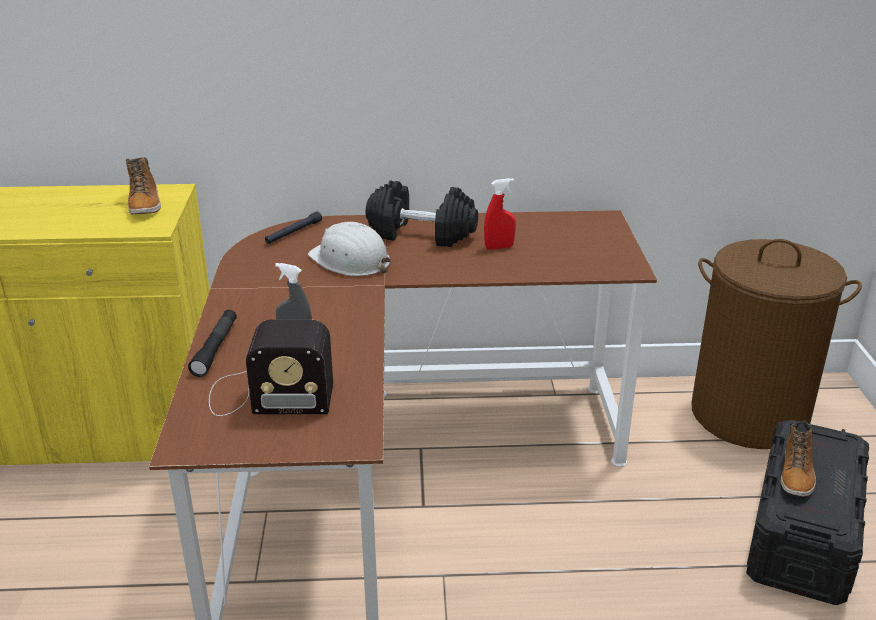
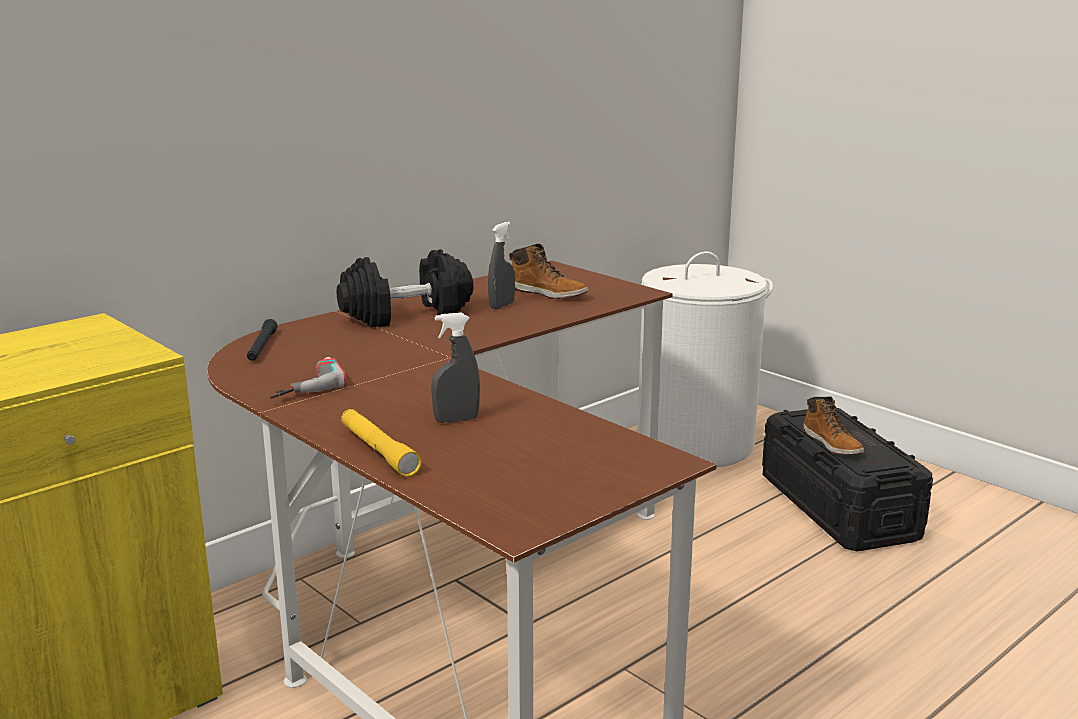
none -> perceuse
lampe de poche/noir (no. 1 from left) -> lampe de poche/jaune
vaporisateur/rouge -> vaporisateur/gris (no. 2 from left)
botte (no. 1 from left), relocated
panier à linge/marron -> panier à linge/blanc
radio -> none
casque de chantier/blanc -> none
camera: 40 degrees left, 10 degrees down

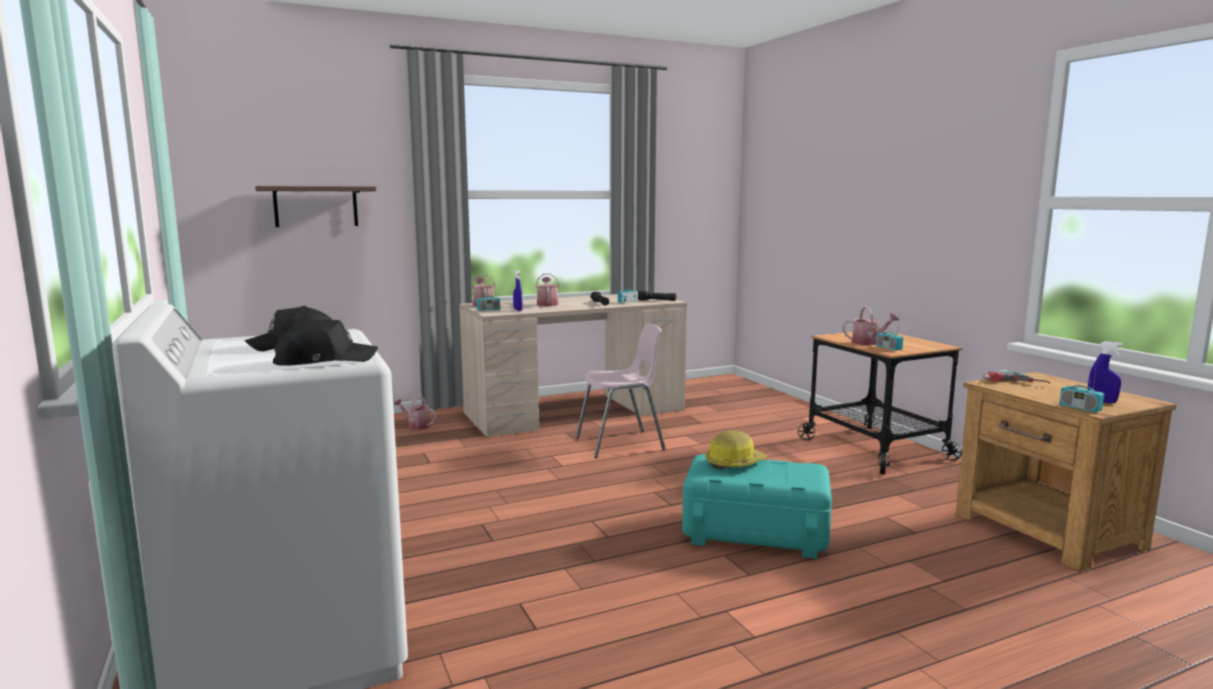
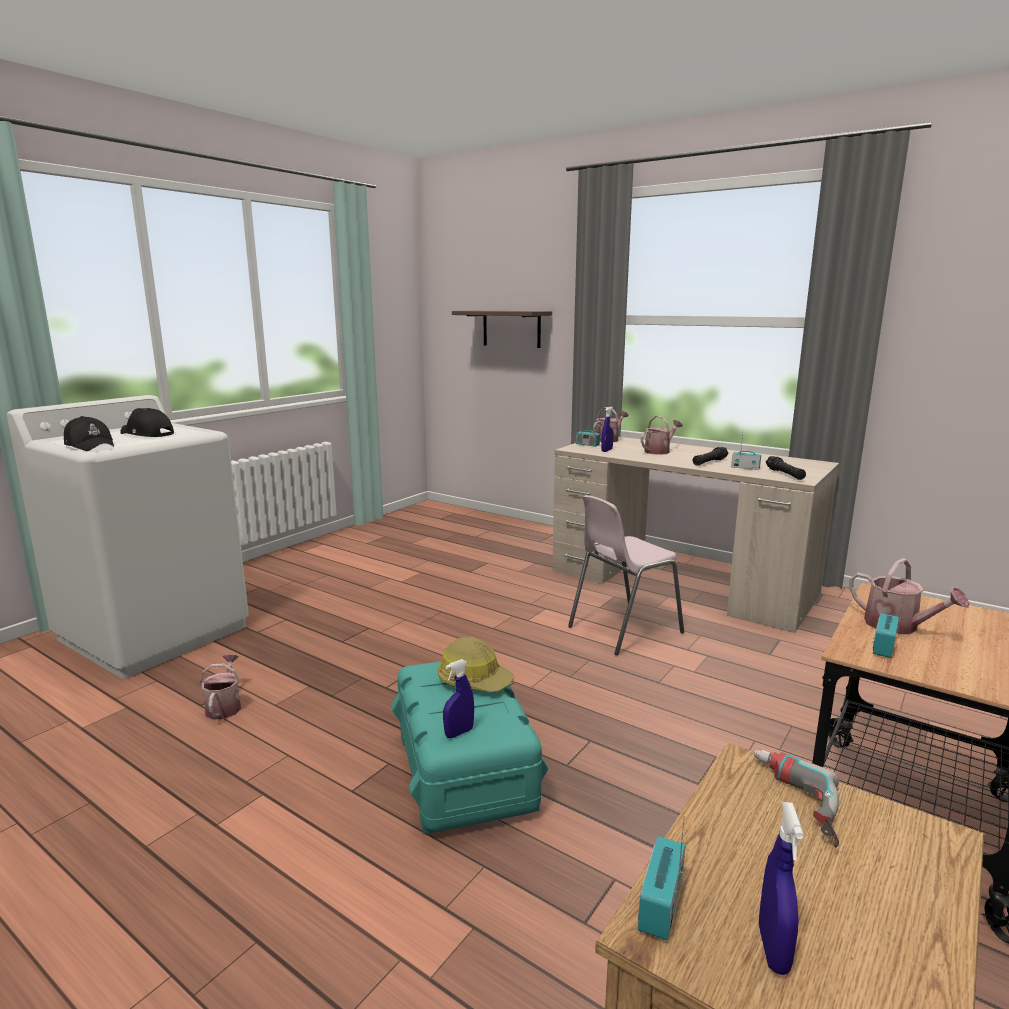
arrosoir (no. 1 from left), relocated
none -> vaporisateur/bleu (no. 1 from left)
chaise/rose, 105 degrees clockwise
camera: 60 degrees right, 5 degrees up

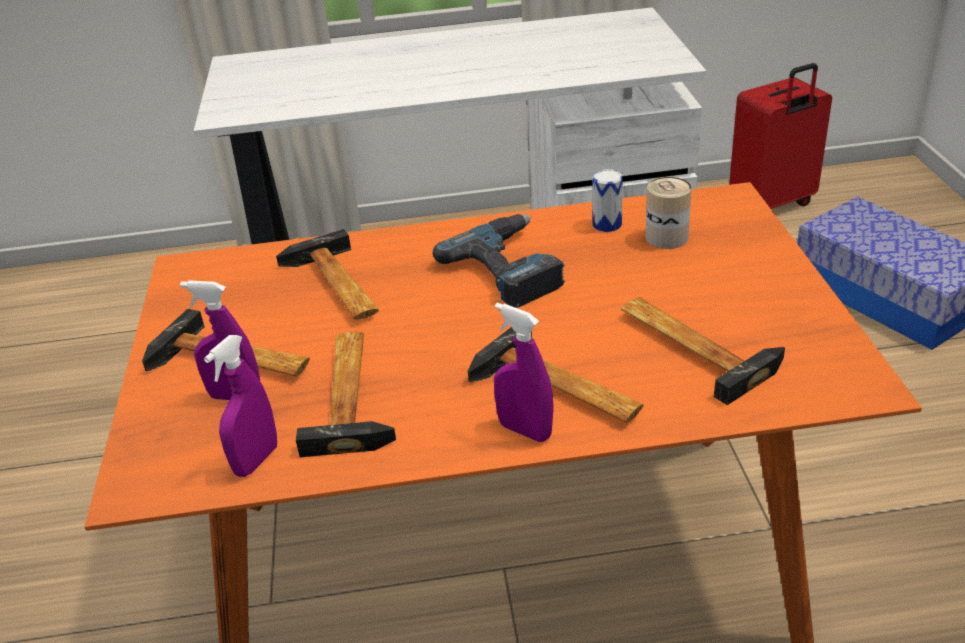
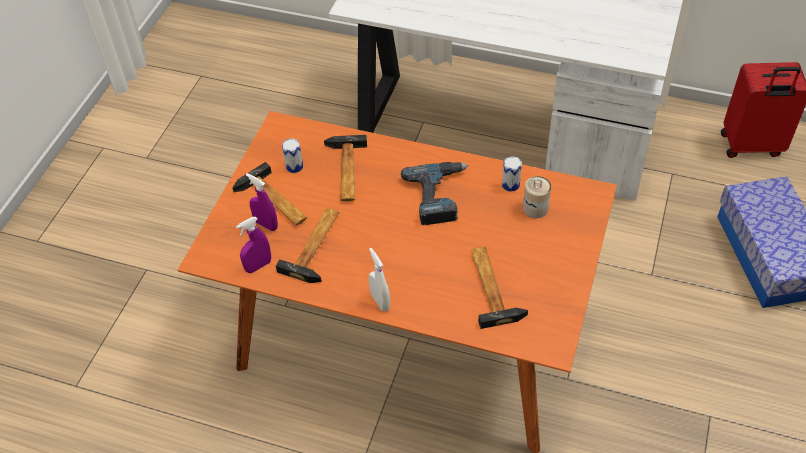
none -> boîte métallique (no. 1 from left)
vaporisateur/violet (no. 3 from left) -> vaporisateur/blanc
marteau (no. 4 from left) -> none
camera: 25 degrees right, 15 degrees up

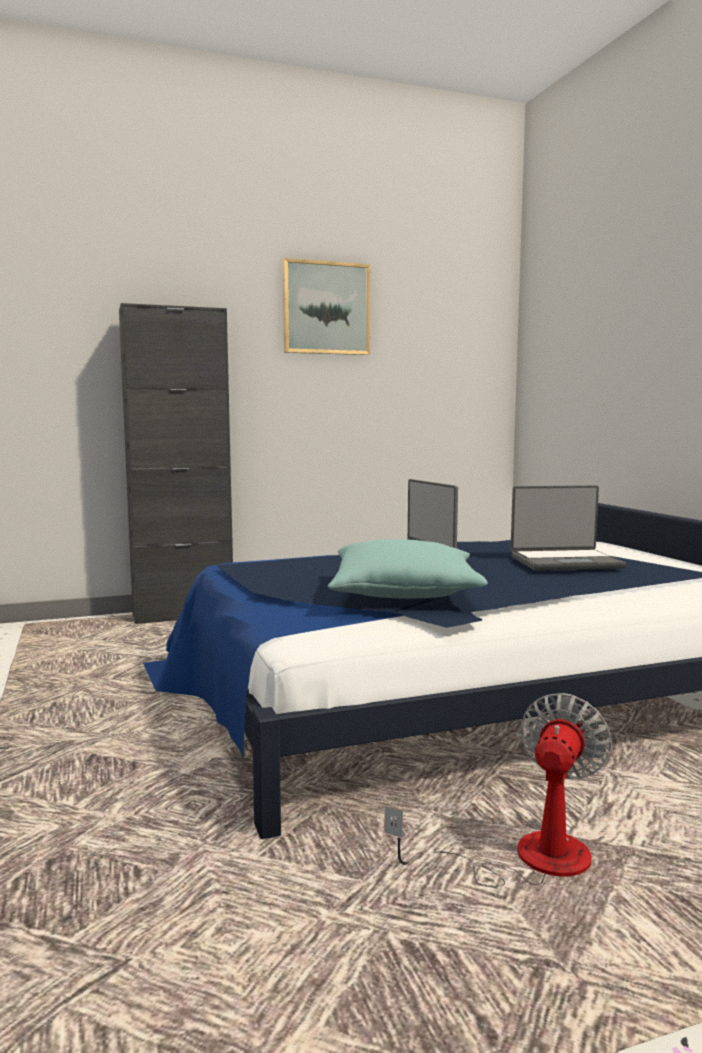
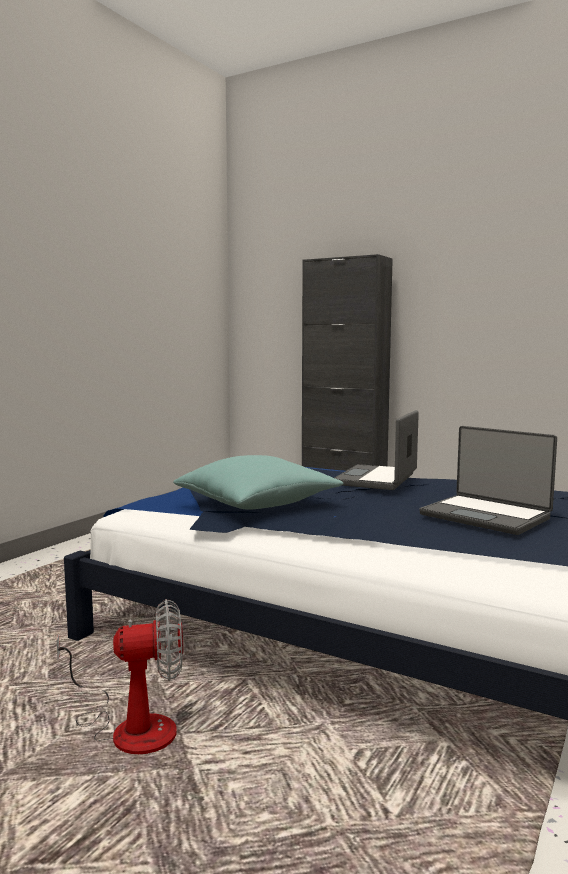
tableau -> none
camera: 50 degrees right, 0 degrees up

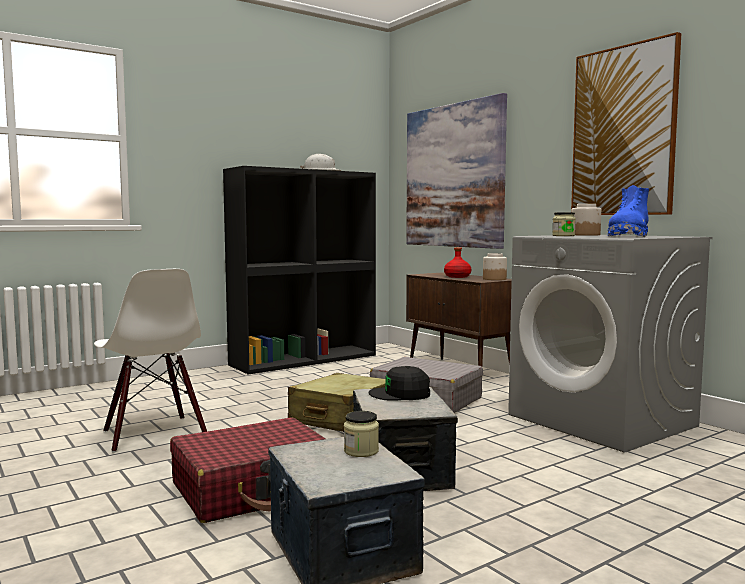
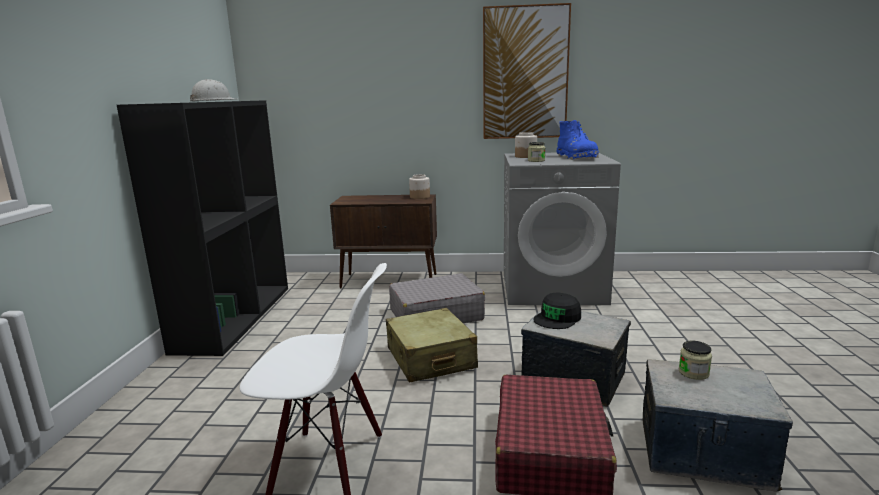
tableau (no. 1 from left) -> none
bouteille/rouge -> none
camera: 50 degrees left, 10 degrees up

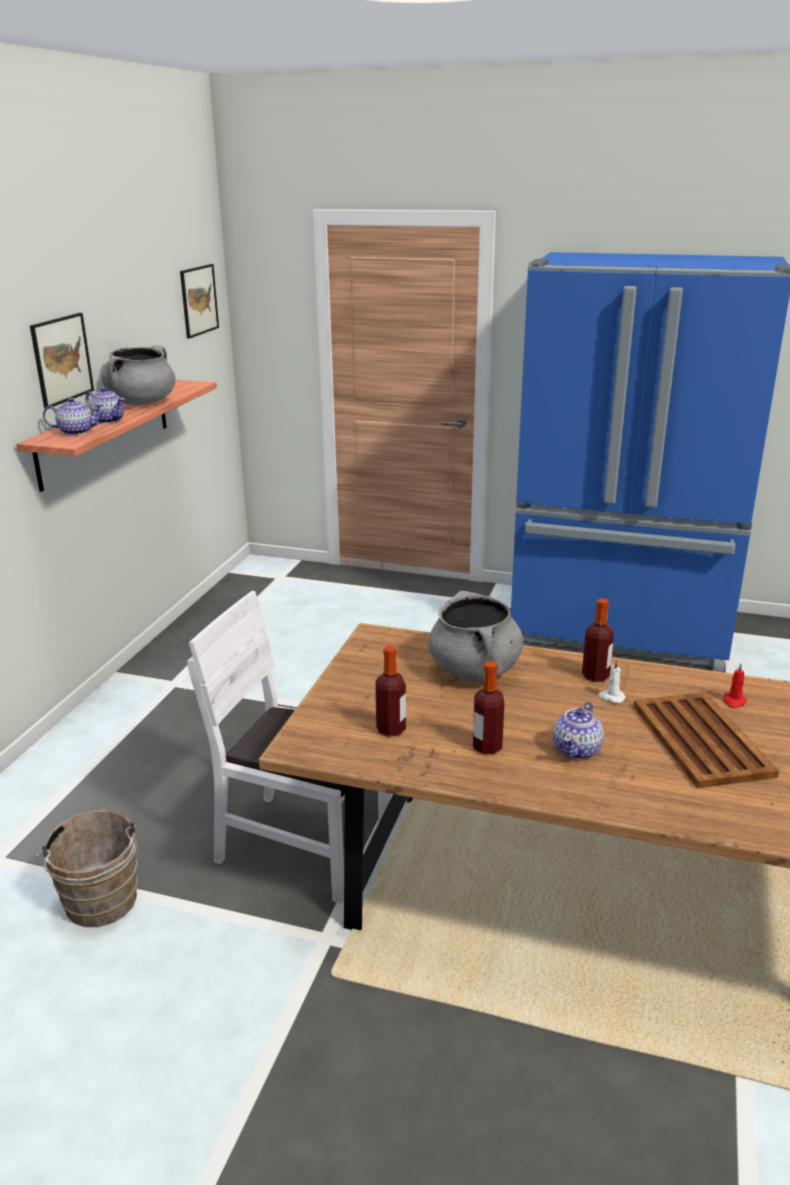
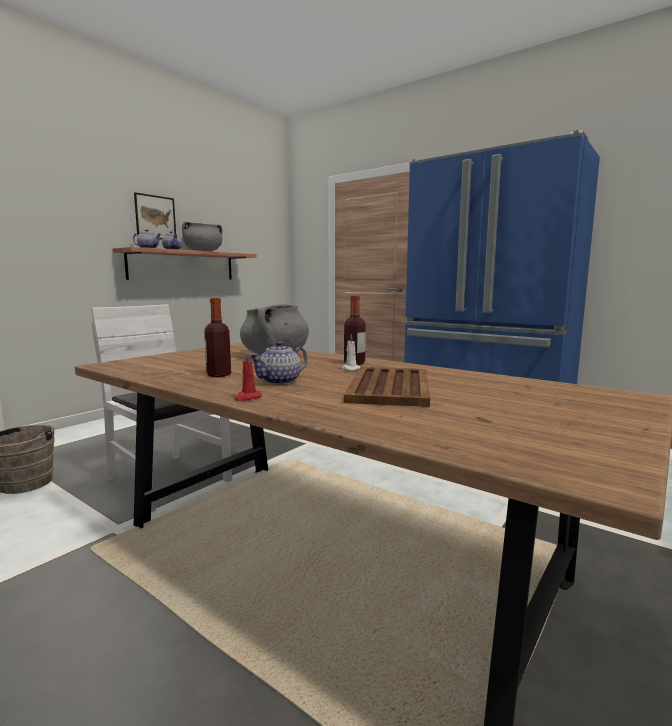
bougie/rouge, relocated
tableau (no. 2 from left) -> none
bouteille (no. 1 from left) -> none
camera: 20 degrees right, 15 degrees down

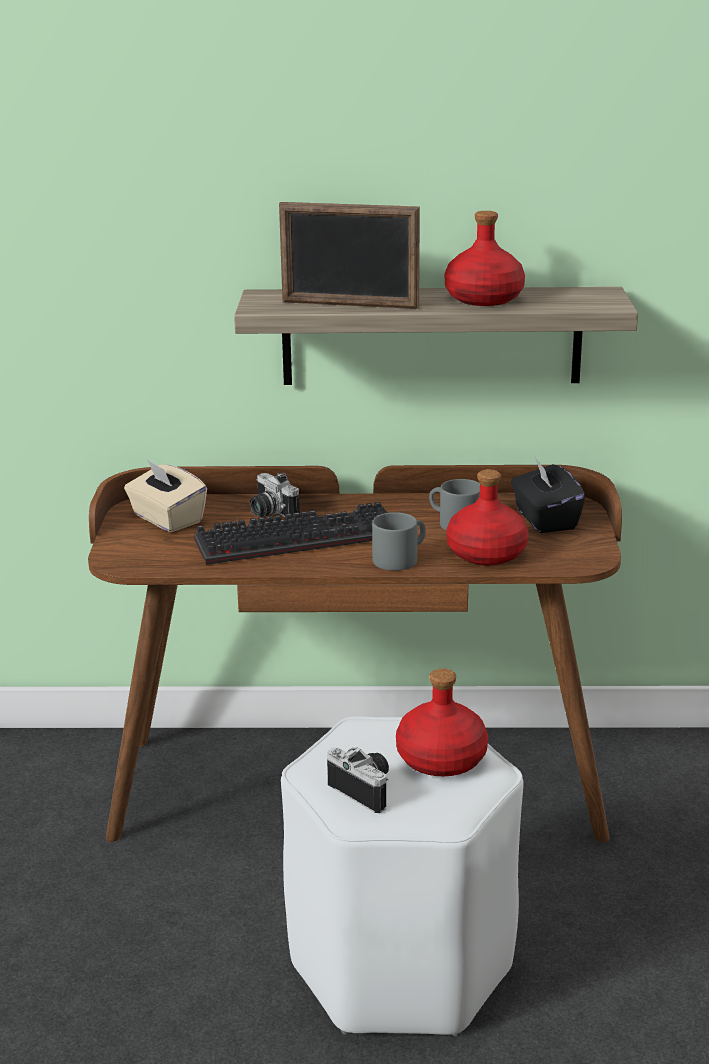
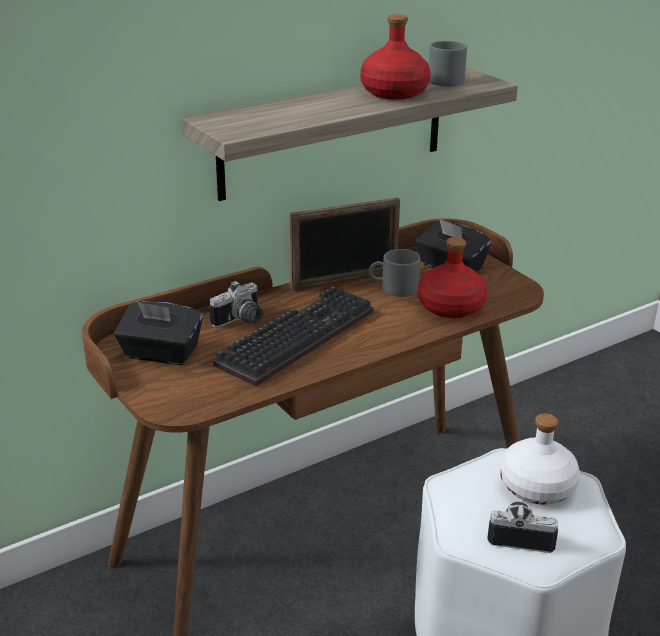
boîte à mouchoirs/beige -> boîte à mouchoirs/noir (no. 1 from left)
appareil photo (no. 1 from left), 60 degrees counterclockwise
cadre photo, relocated
mug/gris (no. 1 from left in the first image) -> mug/gris (no. 2 from left), relocated
bouteille/rouge (no. 1 from left) -> bouteille/blanc
camera: 35 degrees left, 5 degrees up

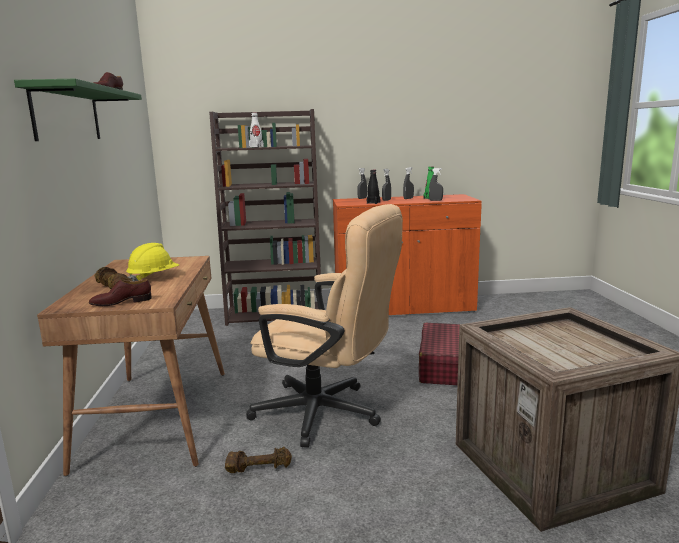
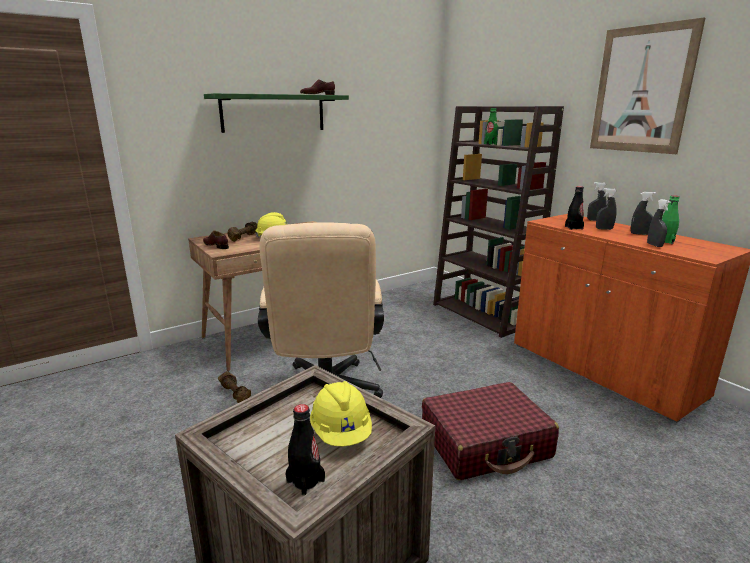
none -> bouteille/noir (no. 1 from left)
none -> casque de chantier/jaune (no. 2 from left)
bouteille/blanc -> bouteille/vert (no. 1 from left)
none -> tableau
camera: 60 degrees right, 5 degrees up

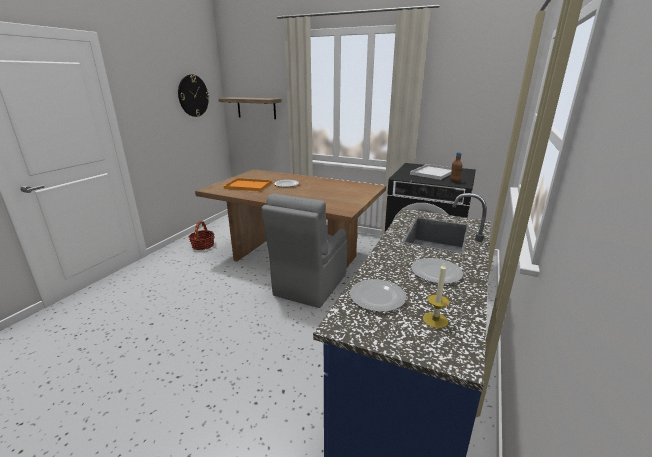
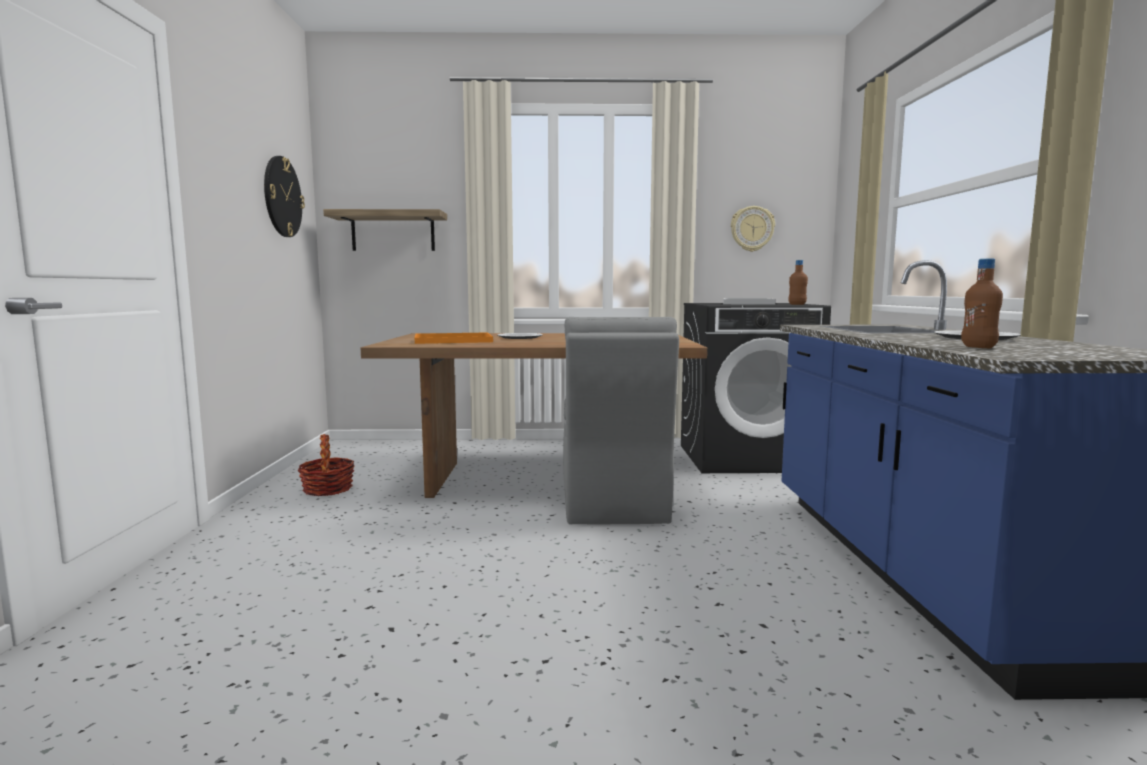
none -> horloge murale (no. 2 from left)
assiette (no. 2 from left) -> bouteille/marron (no. 2 from left)
bougie -> none
camera: 25 degrees left, 15 degrees down

